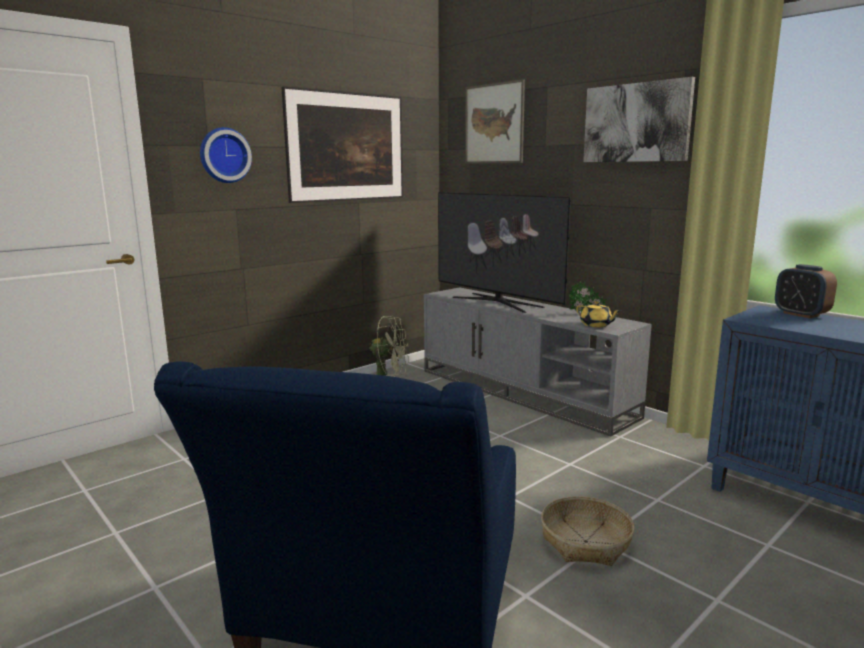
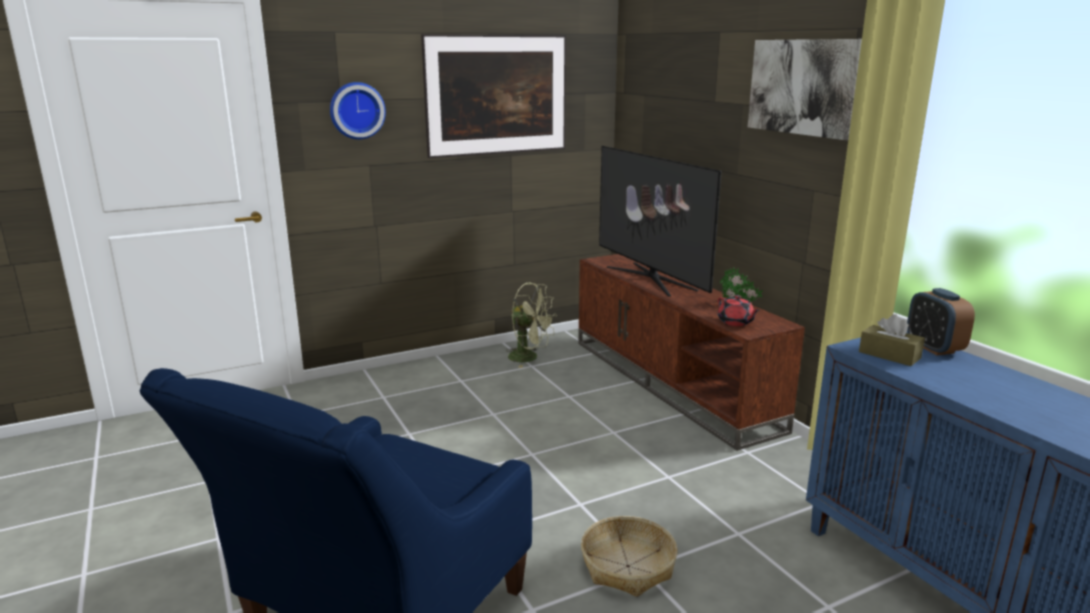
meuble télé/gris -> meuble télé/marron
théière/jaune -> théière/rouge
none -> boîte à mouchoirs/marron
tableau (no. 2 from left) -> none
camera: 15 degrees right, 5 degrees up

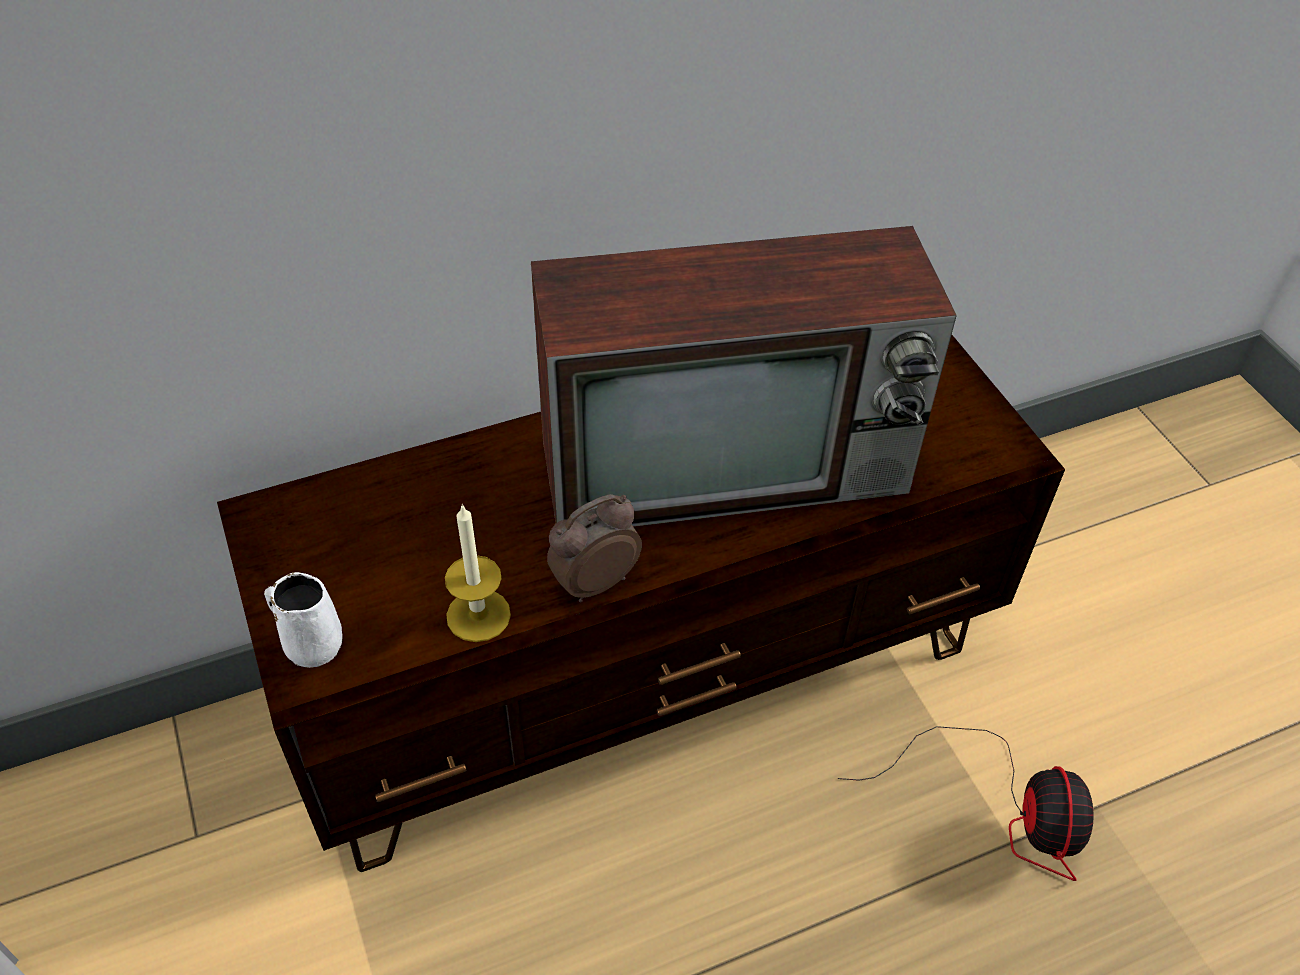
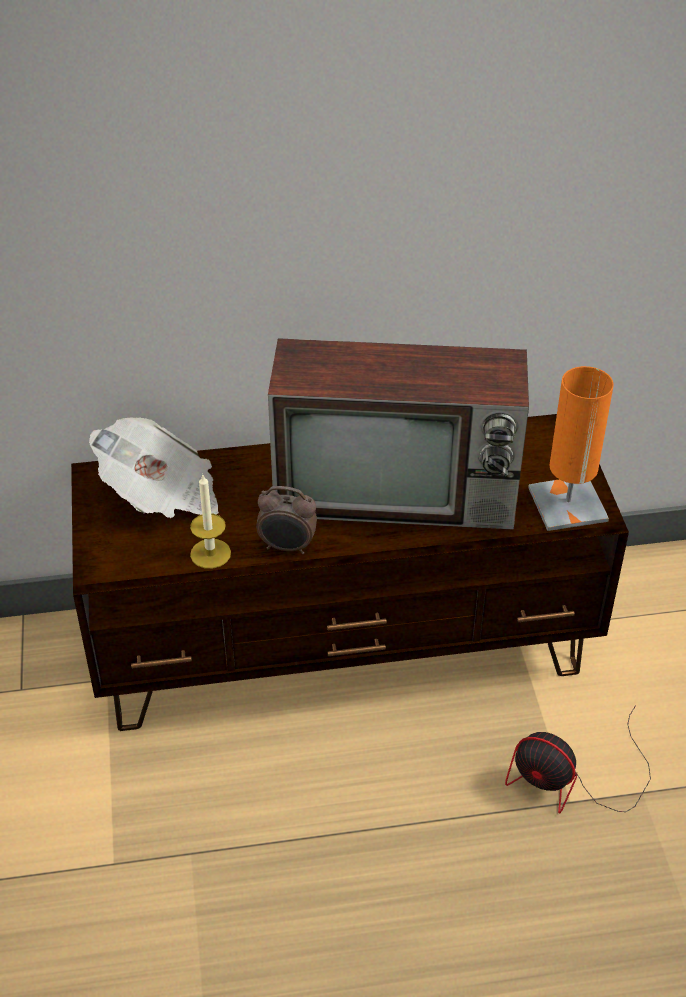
none -> journal
réveil, 150 degrees counterclockwise
ventilateur, 105 degrees clockwise
none -> lampe de table/orange
mug/blanc -> none
camera: 15 degrees right, 5 degrees down

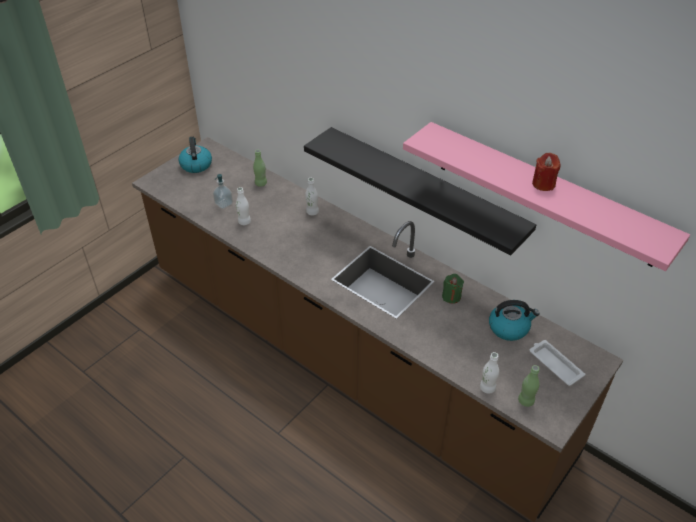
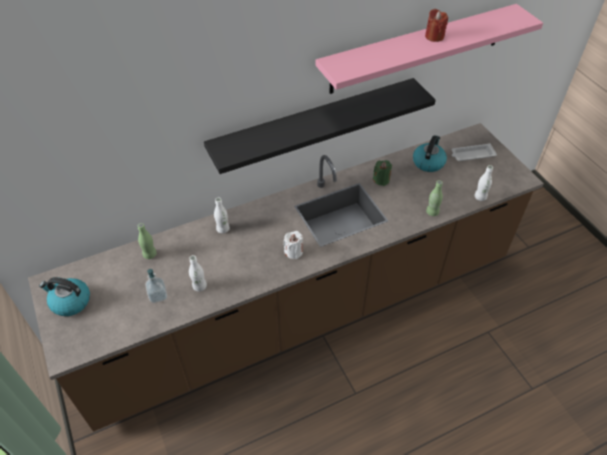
none -> bougie/blanc
bouteille/vert (no. 2 from left), relocated
camera: 65 degrees left, 5 degrees up

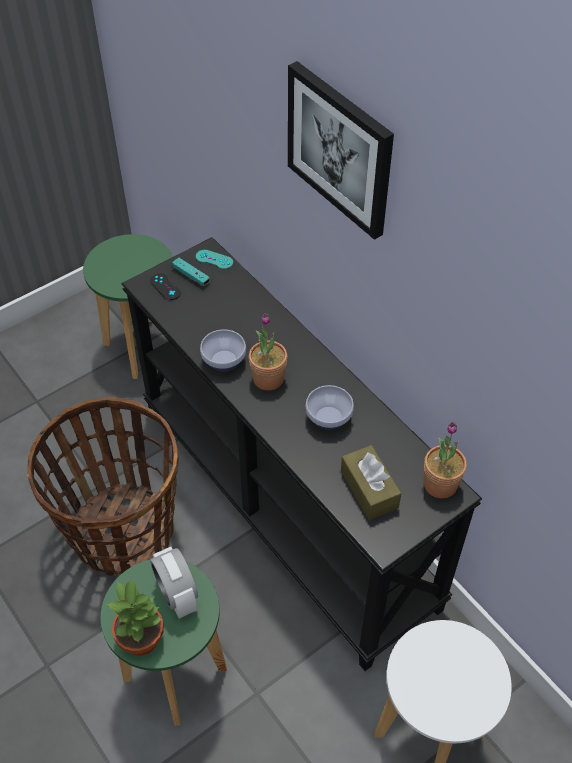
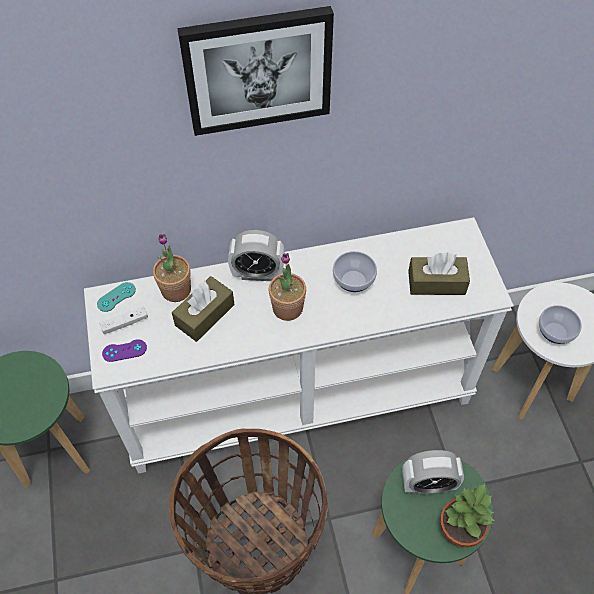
table console/noir -> table console/blanc
manette/turquoise (no. 1 from left) -> manette/blanc
manette/noir -> manette/violet
plante en pot (no. 3 from left in the first image) -> plante en pot (no. 1 from left), relocated
none -> boîte à mouchoirs/marron (no. 1 from left)
none -> réveil (no. 1 from left)
bol (no. 1 from left in the first image) -> bol (no. 2 from left), relocated
camera: 65 degrees left, 5 degrees up

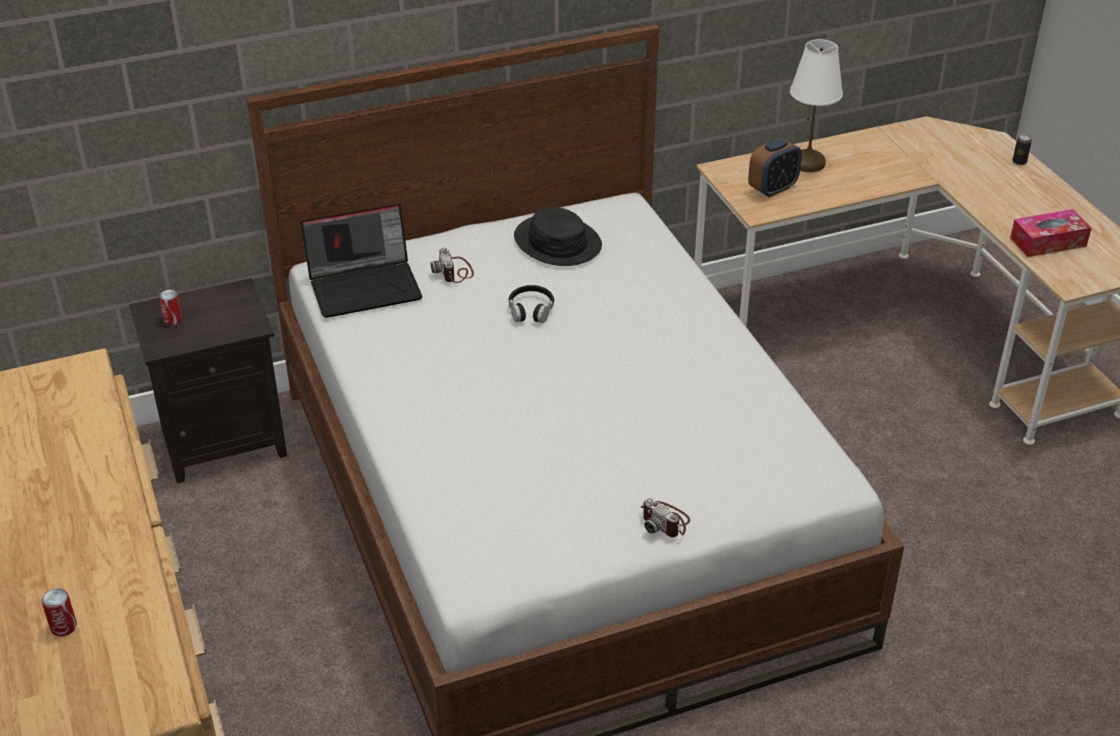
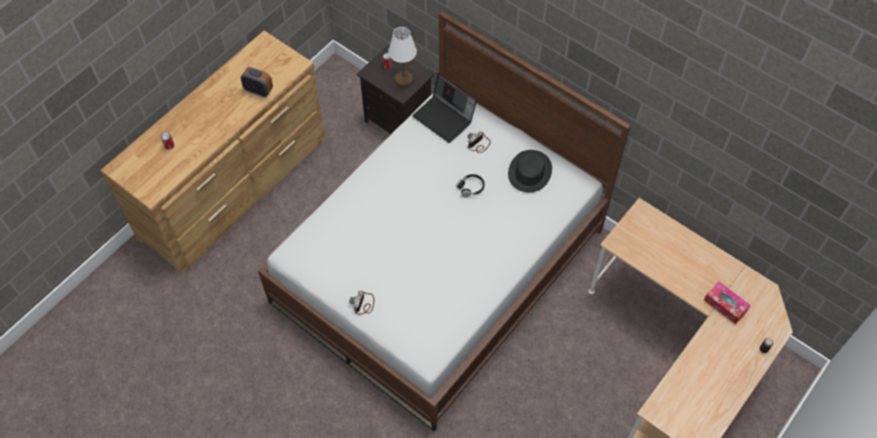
réveil, relocated
lampe de table/blanc, relocated
boîte à mouchoirs, relocated
camera: 60 degrees right, 20 degrees up

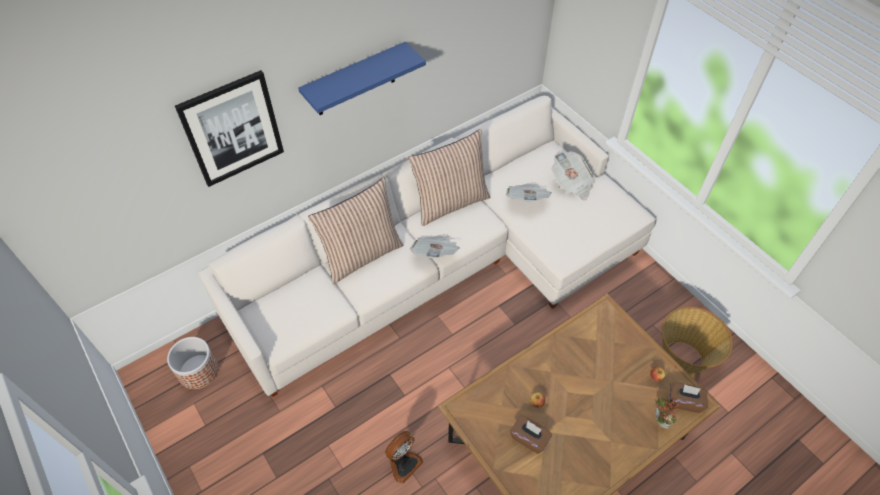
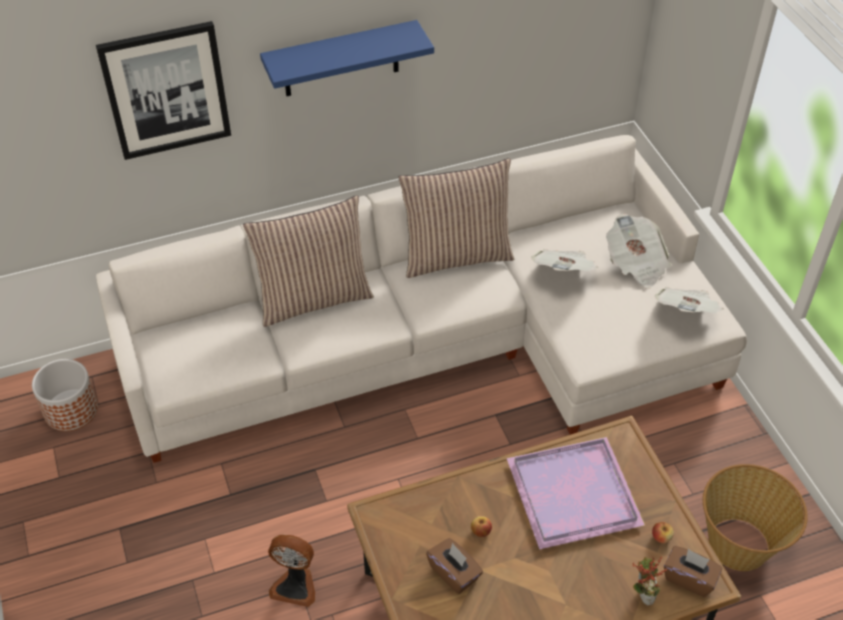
ventilateur, 45 degrees clockwise
none -> plateau/violet
journal (no. 1 from left in the first image) -> journal (no. 3 from left), relocated
camera: 15 degrees right, 5 degrees down

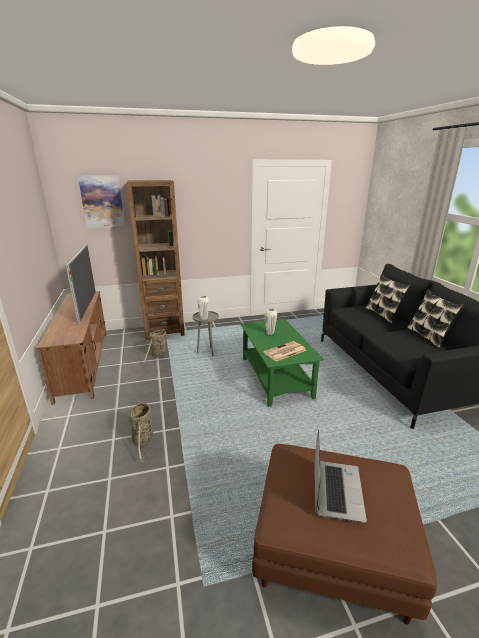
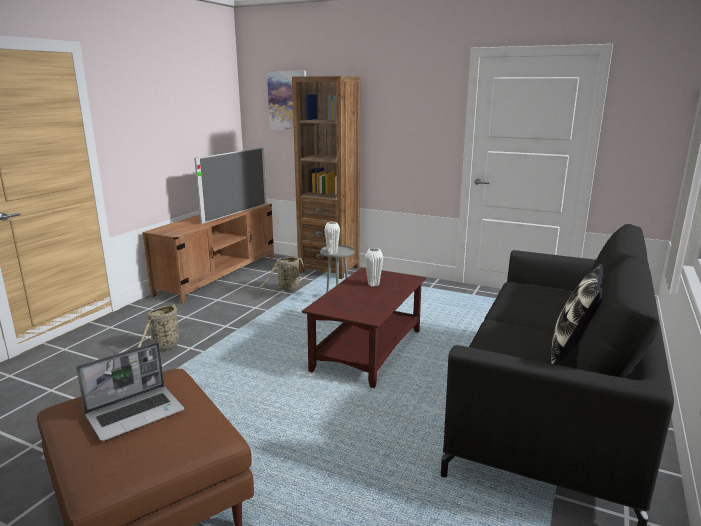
table basse/vert -> table basse/marron
journal -> none
coussin (no. 1 from left) -> none
camera: 40 degrees right, 5 degrees down

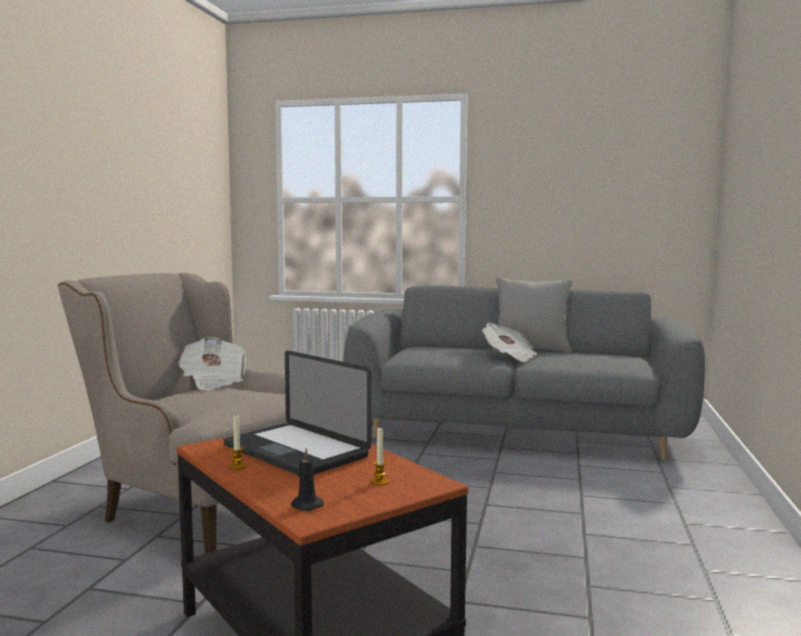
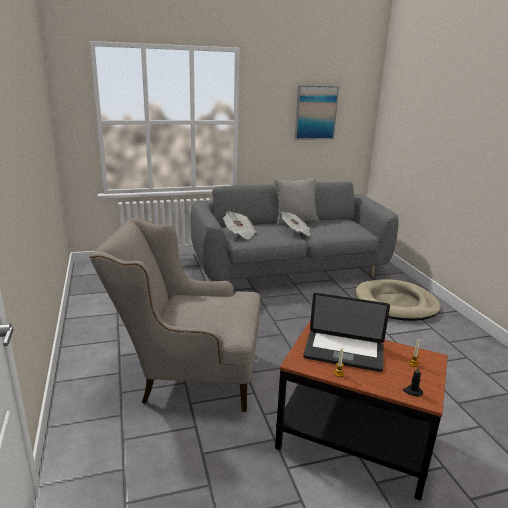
journal (no. 1 from left), relocated
none -> tableau
none -> panier pour chien/beige
camera: 30 degrees left, 15 degrees up

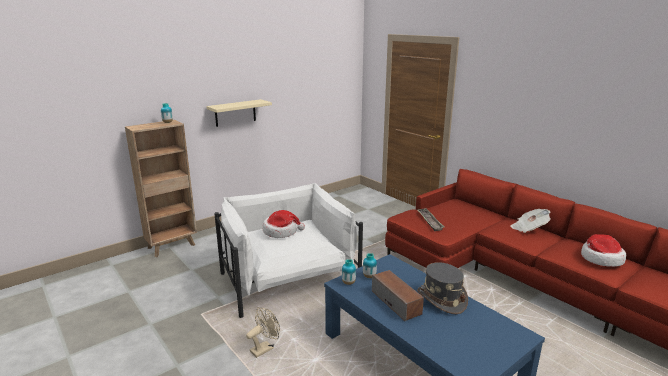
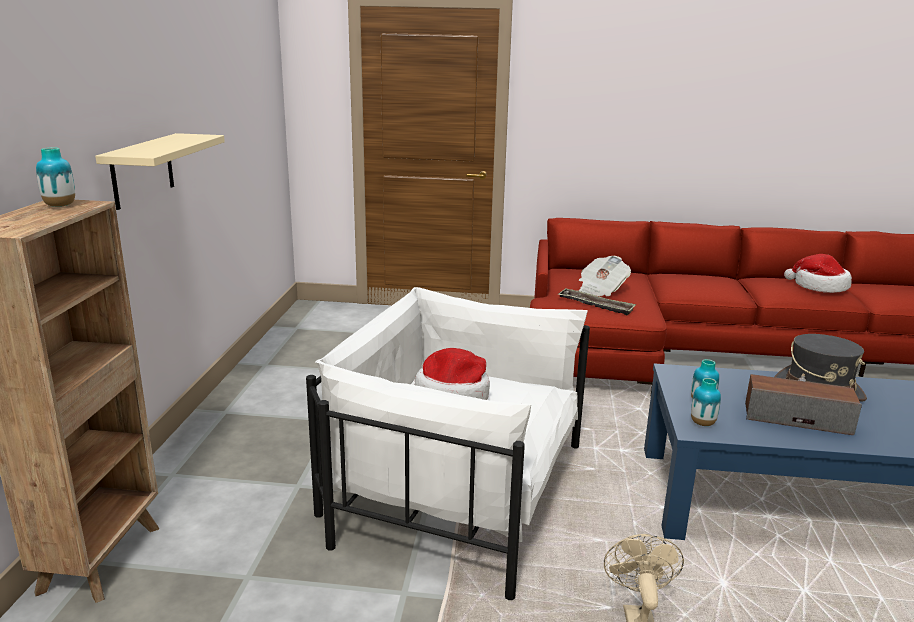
journal, relocated
camera: 45 degrees left, 0 degrees up

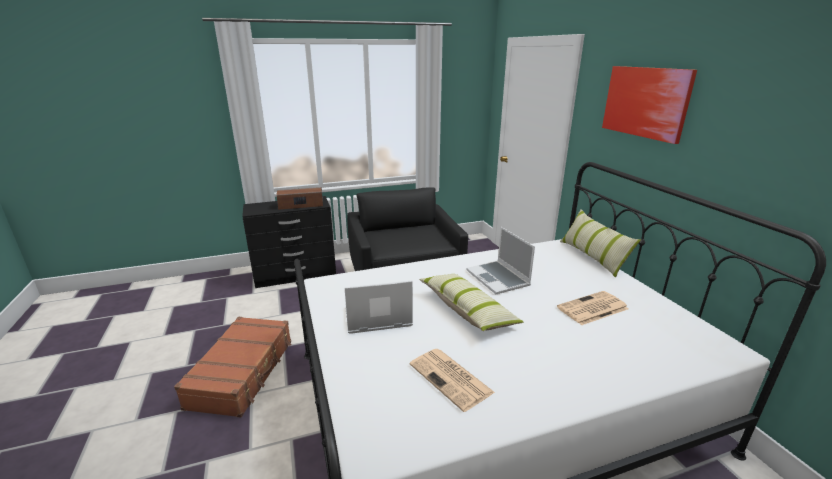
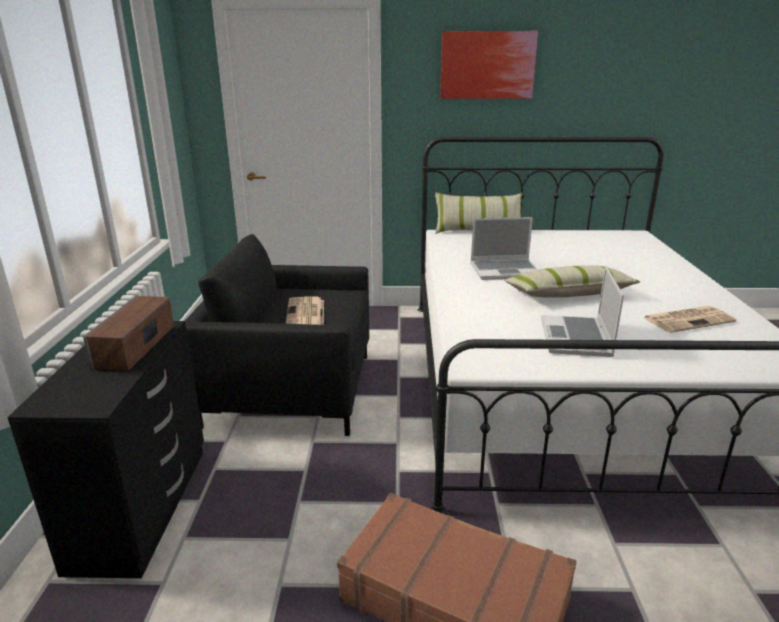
journal (no. 2 from left in the first image) -> journal (no. 1 from left), relocated
camera: 70 degrees left, 0 degrees up

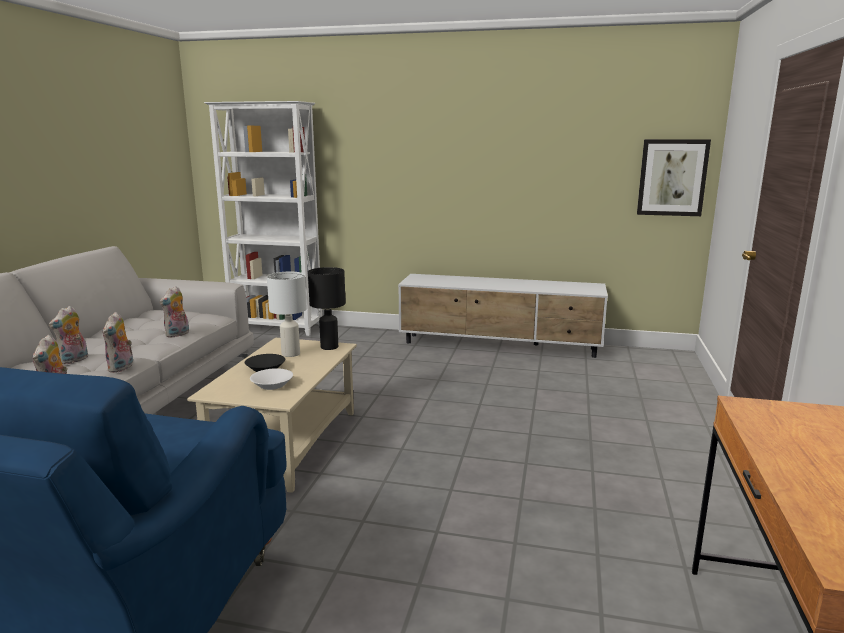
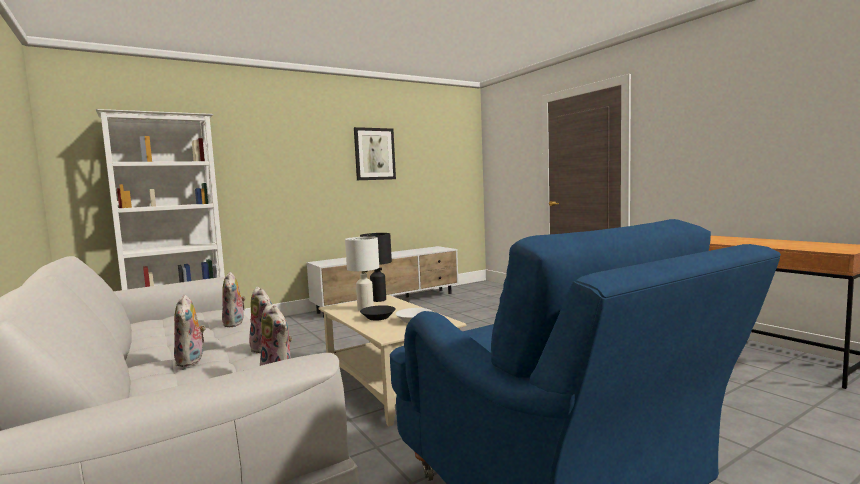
tableau, relocated
camera: 45 degrees left, 10 degrees down

